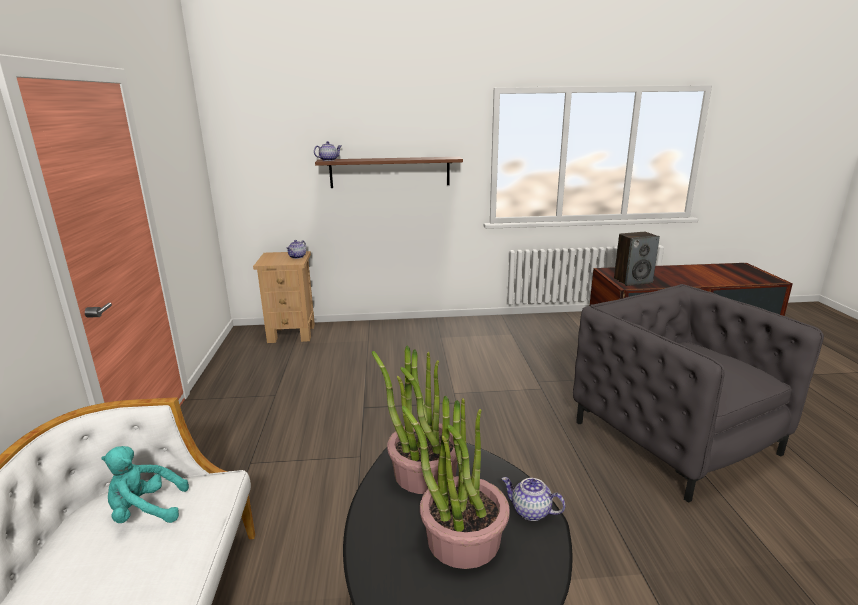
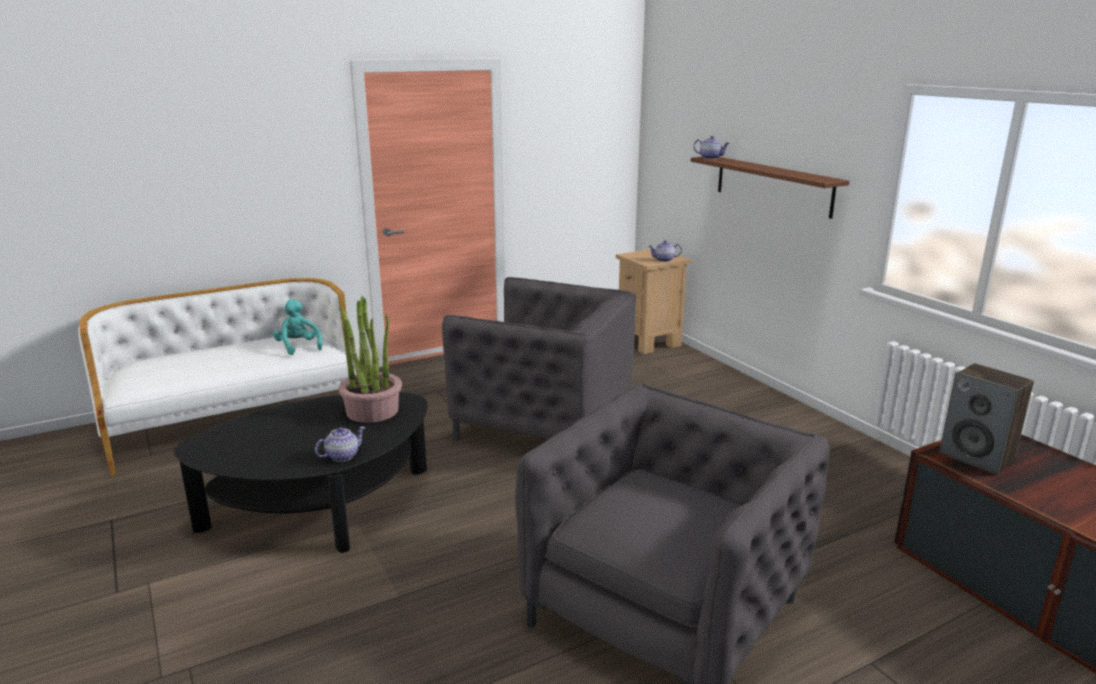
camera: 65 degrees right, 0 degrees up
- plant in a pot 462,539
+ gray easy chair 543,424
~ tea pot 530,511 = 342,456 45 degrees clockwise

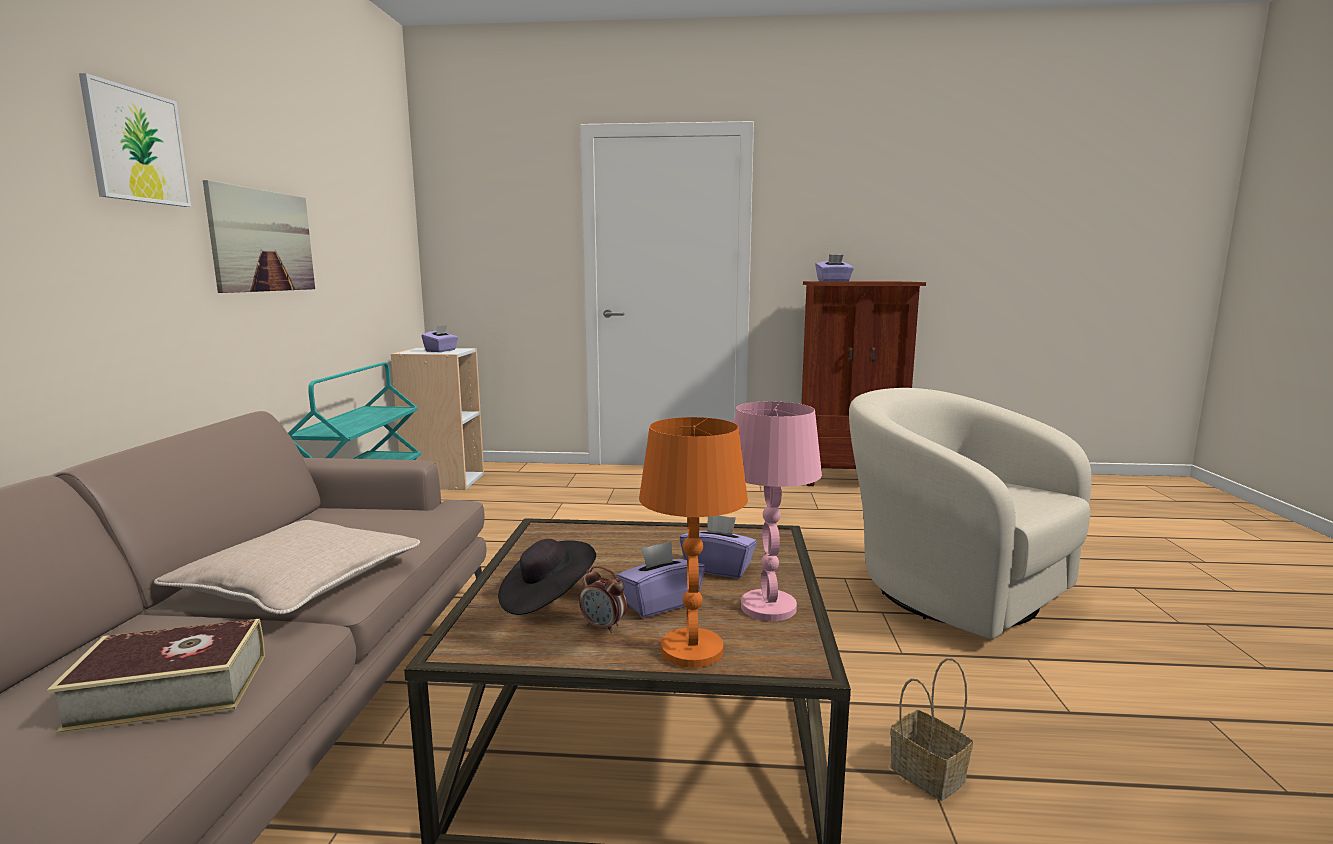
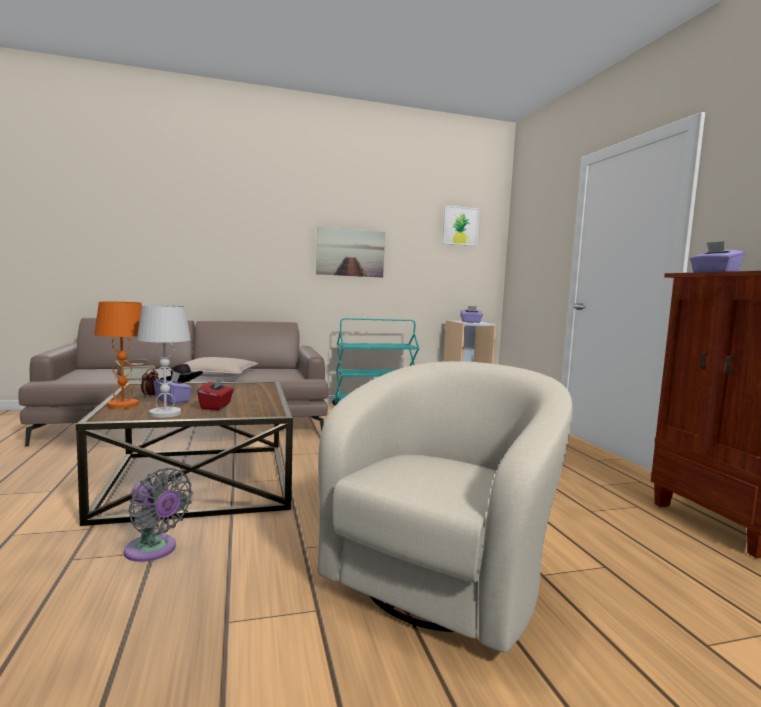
camera: 70 degrees right, 5 degrees down
~ picture 136,146 to 460,226
~ basket 924,773 to gray cooling fan 153,550
~ purple-coloured tissue holder 718,568 to red-coloured tissue holder 216,406
~ pink-coloured table lamp 767,607 to white-coloured table lamp 165,413

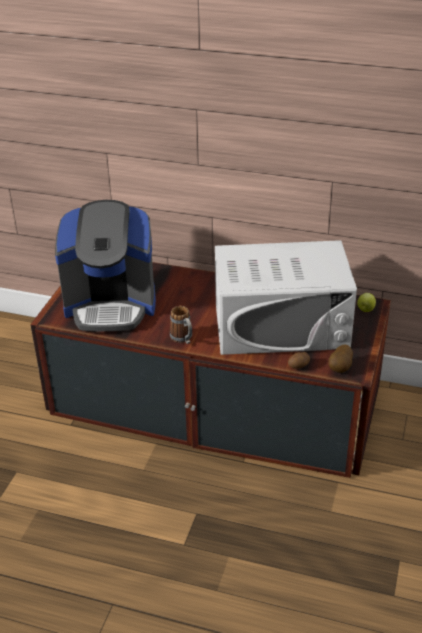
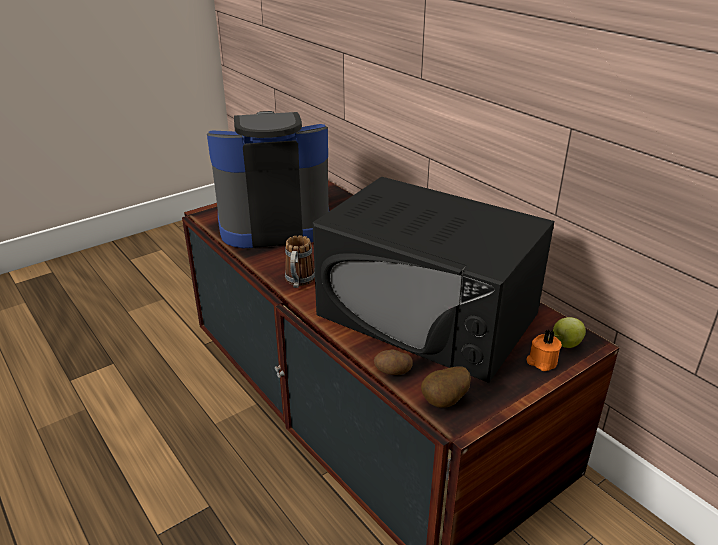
camera: 35 degrees right, 5 degrees down
+ orangey wax candle 541,362
~ white-coloured microwave 281,325 to black microwave 427,314
~ coffee brewer 111,305 = 274,223 135 degrees clockwise

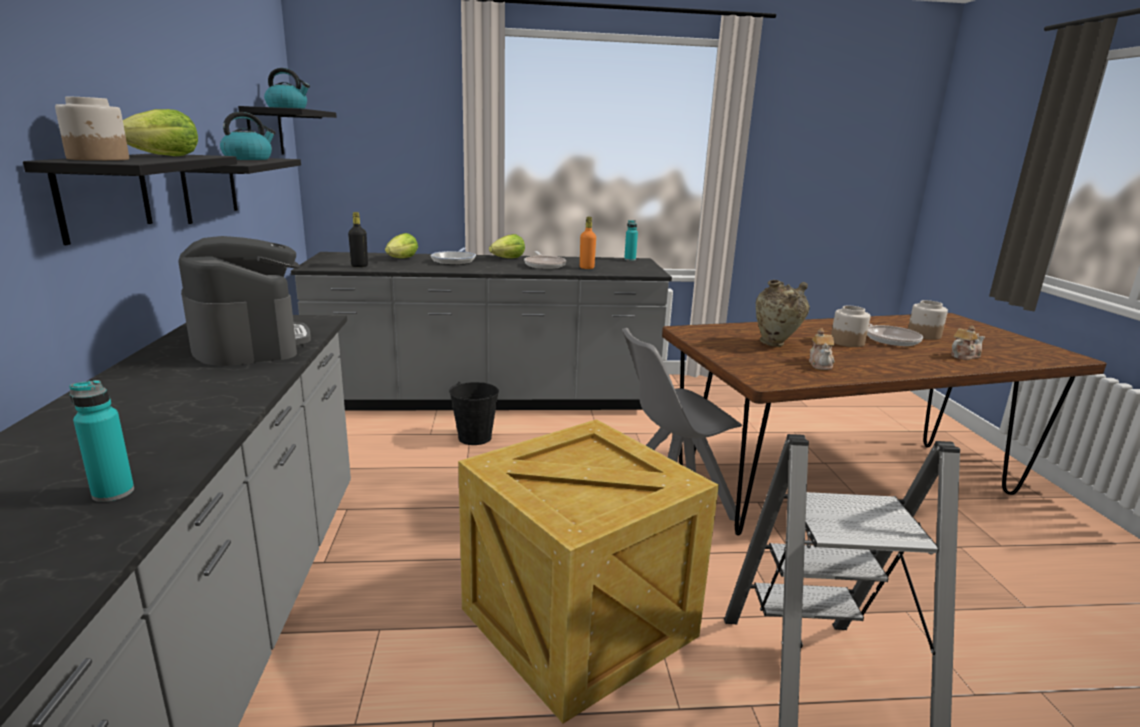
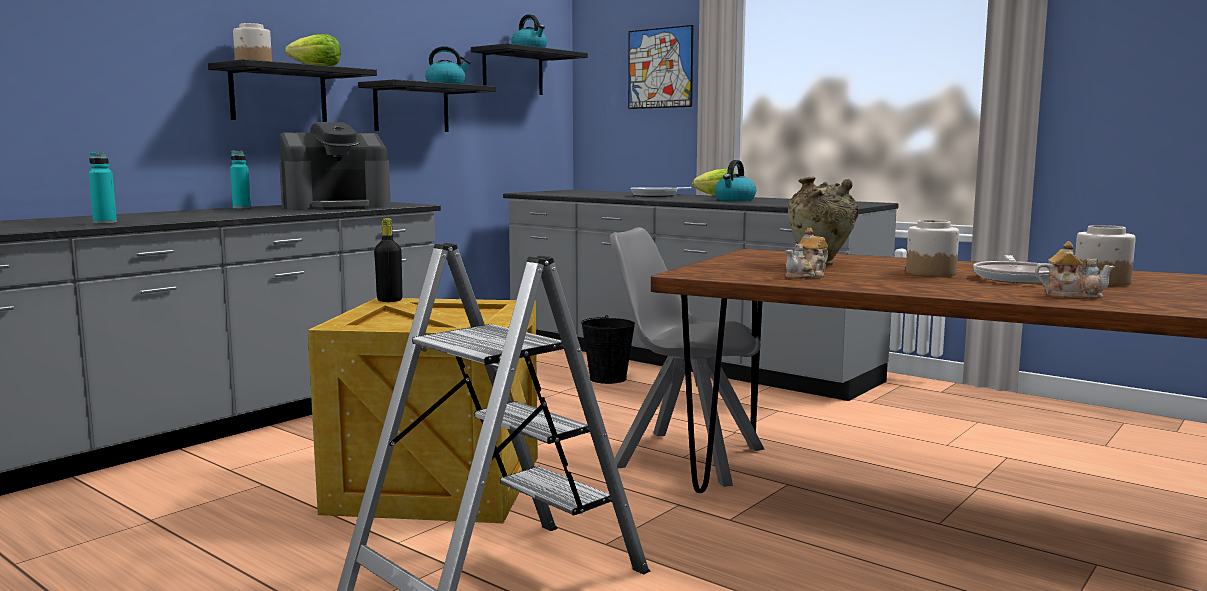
camera: 45 degrees right, 10 degrees down
- head of lettuce 402,258
- orangey drink bottle 586,268
+ picture 660,68
~ black drink bottle 359,266 to 389,300
~ turquoise drink bottle 630,259 to 242,208
~ skillet 544,265 to tea kettle 735,200
~ coffee brewer 250,343 = 336,206 45 degrees clockwise

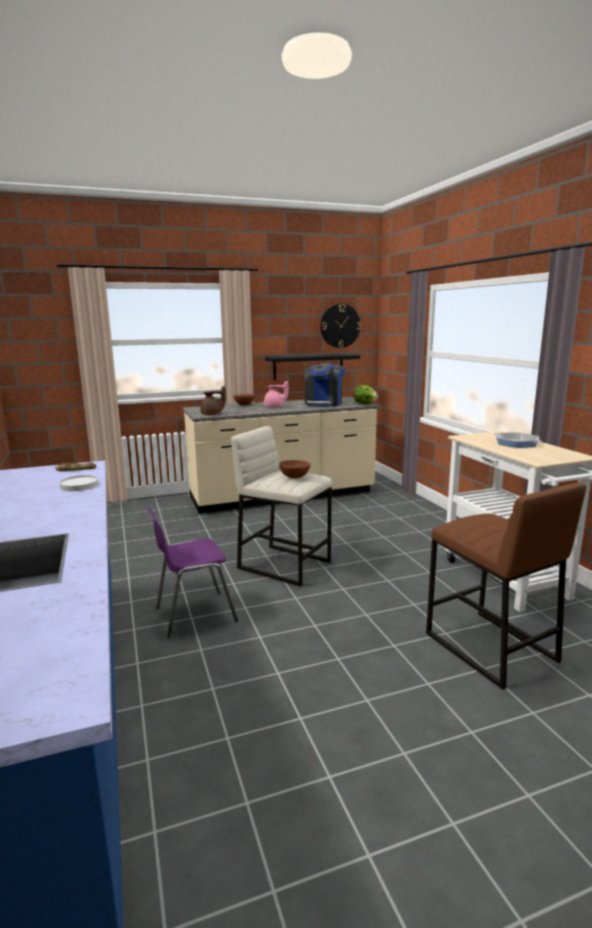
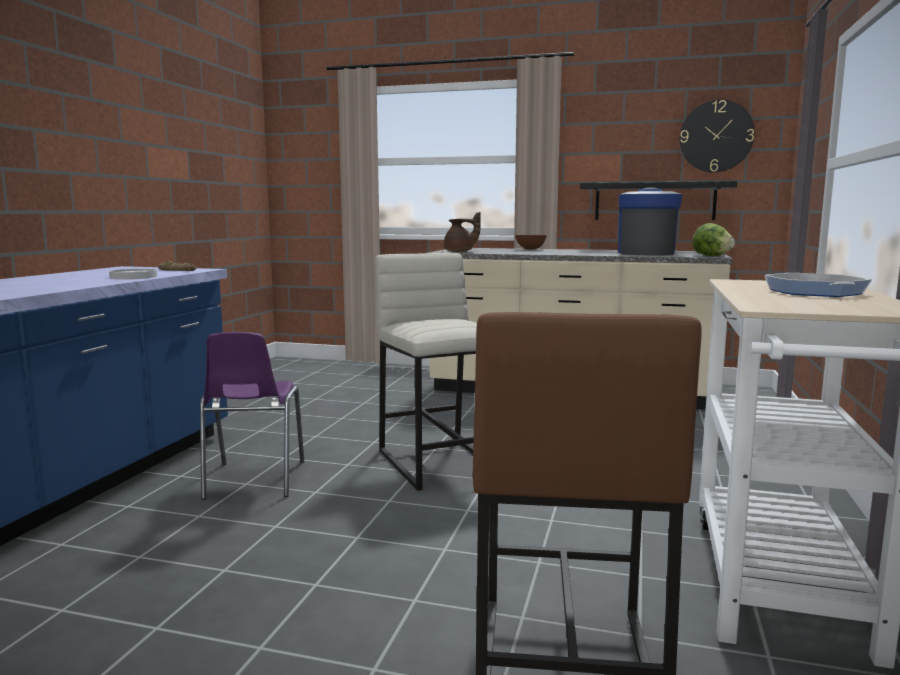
camera: 35 degrees right, 5 degrees down
- pink-coloured tea pot 275,407
- brown-coloured deep dish 294,477
~ purple-coloured plain chair 193,614 = 253,481 105 degrees counterclockwise
~ coffee brewer 324,404 = 646,253 135 degrees clockwise

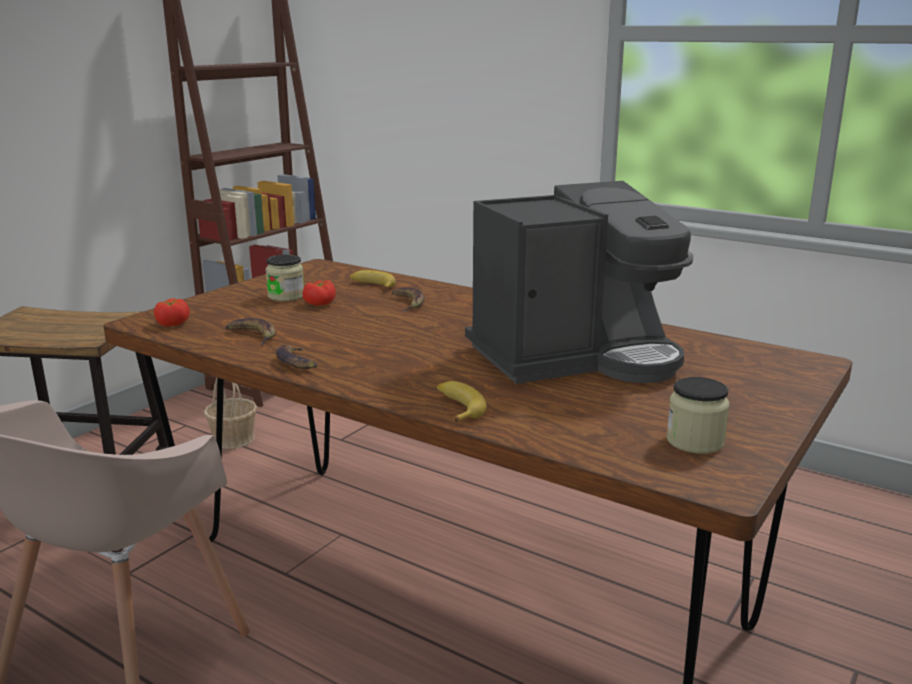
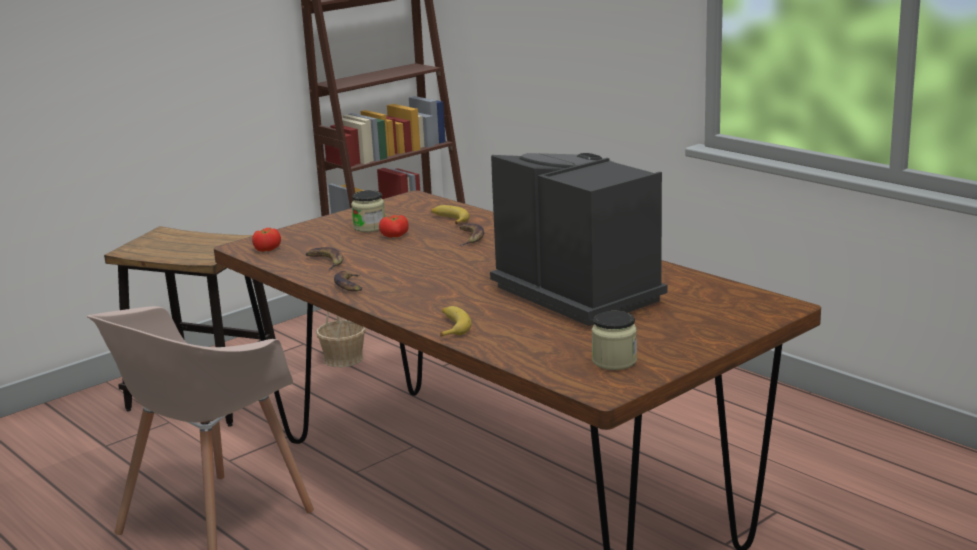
camera: 15 degrees right, 0 degrees up
~ coffee brewer 576,357 = 578,292 120 degrees counterclockwise

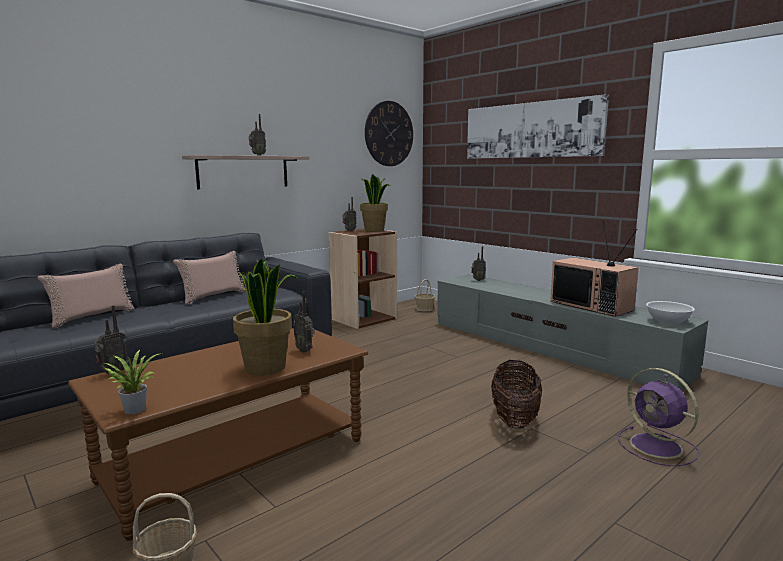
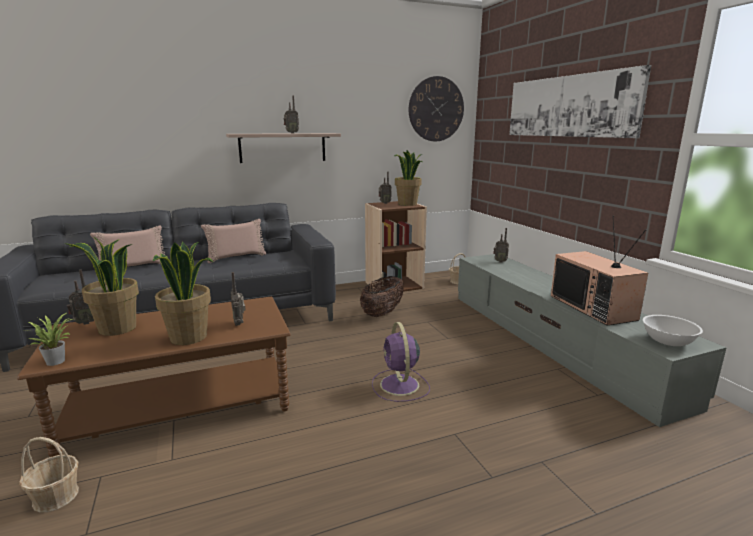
camera: 20 degrees right, 5 degrees up
+ plant in a pot 117,329
~ basket 514,419 to 382,313
~ purple-coloured cooling fan 658,447 to 400,386

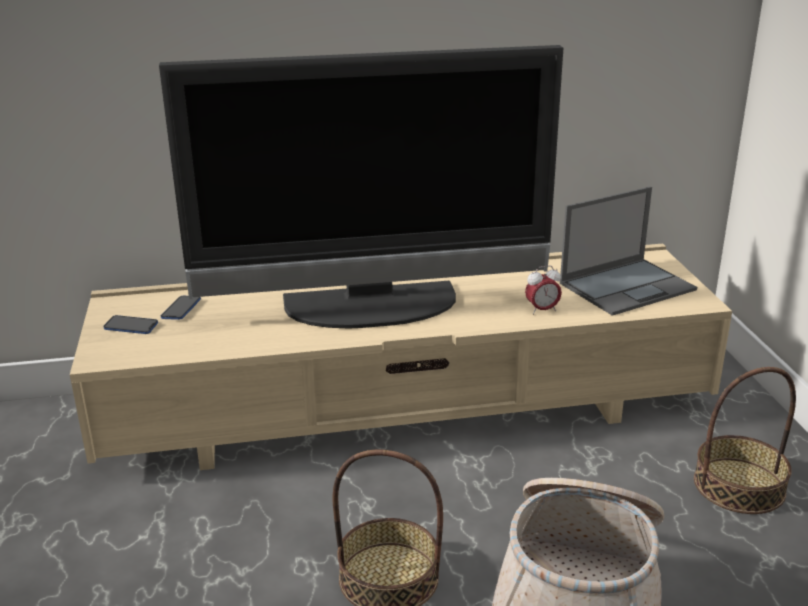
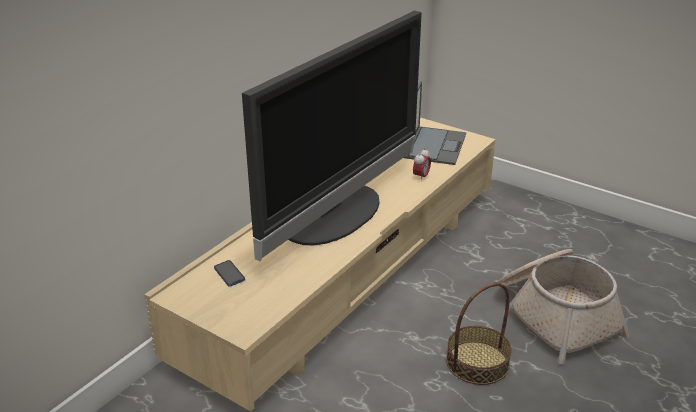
camera: 45 degrees left, 5 degrees up
- phone 131,326
- basket 739,485

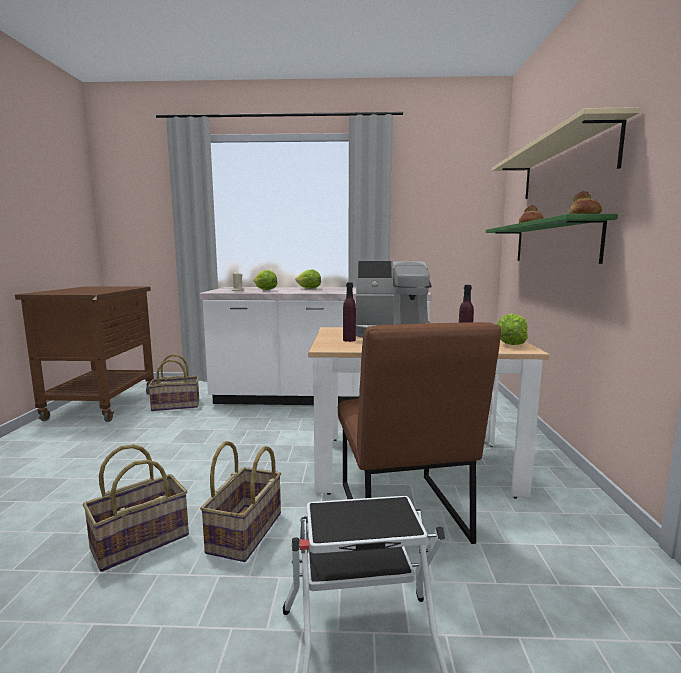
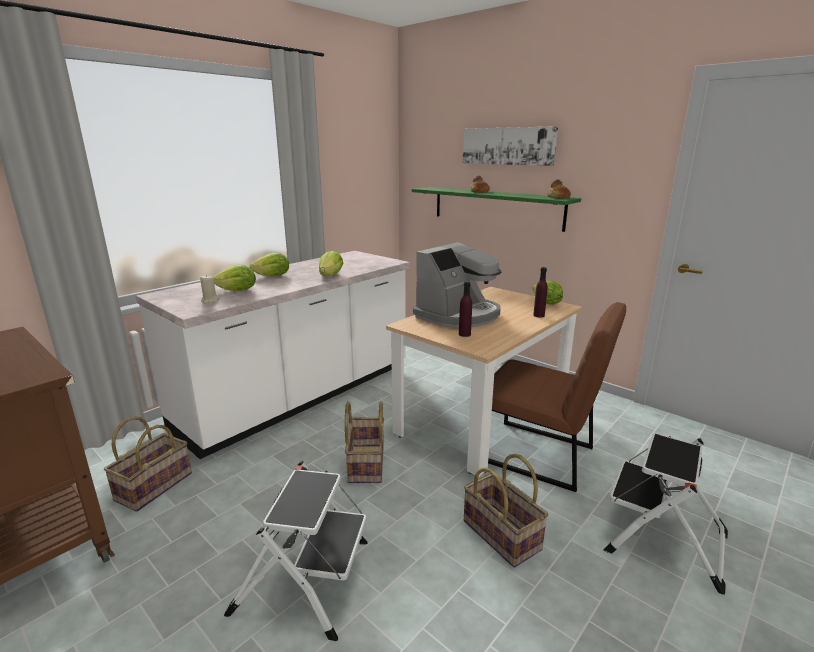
camera: 50 degrees left, 10 degrees up
+ step ladder 303,579
+ head of lettuce 331,275
~ basket 140,541 to 365,463
~ beige-coloured wall shelf 565,166 to picture 508,146

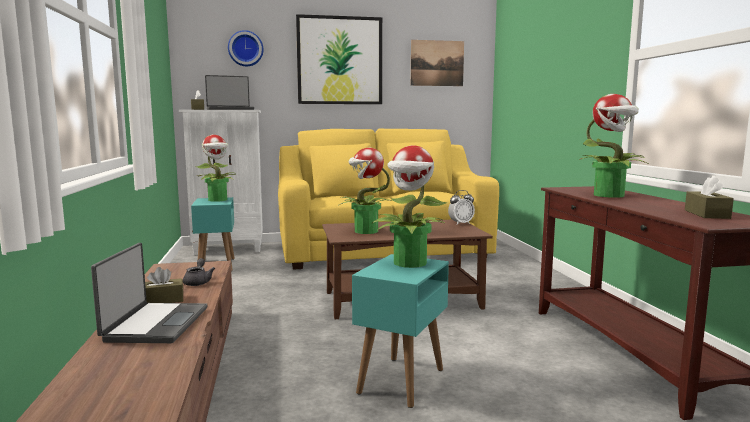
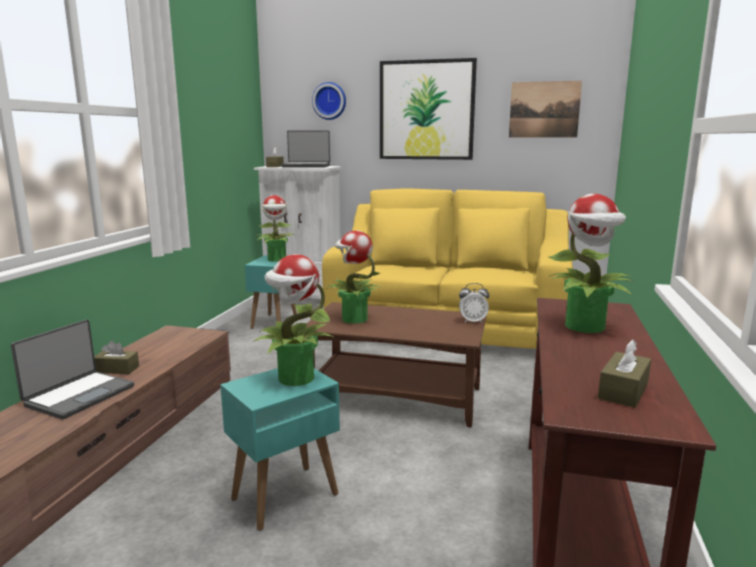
camera: 25 degrees right, 5 degrees up
- gray tea pot 198,282

